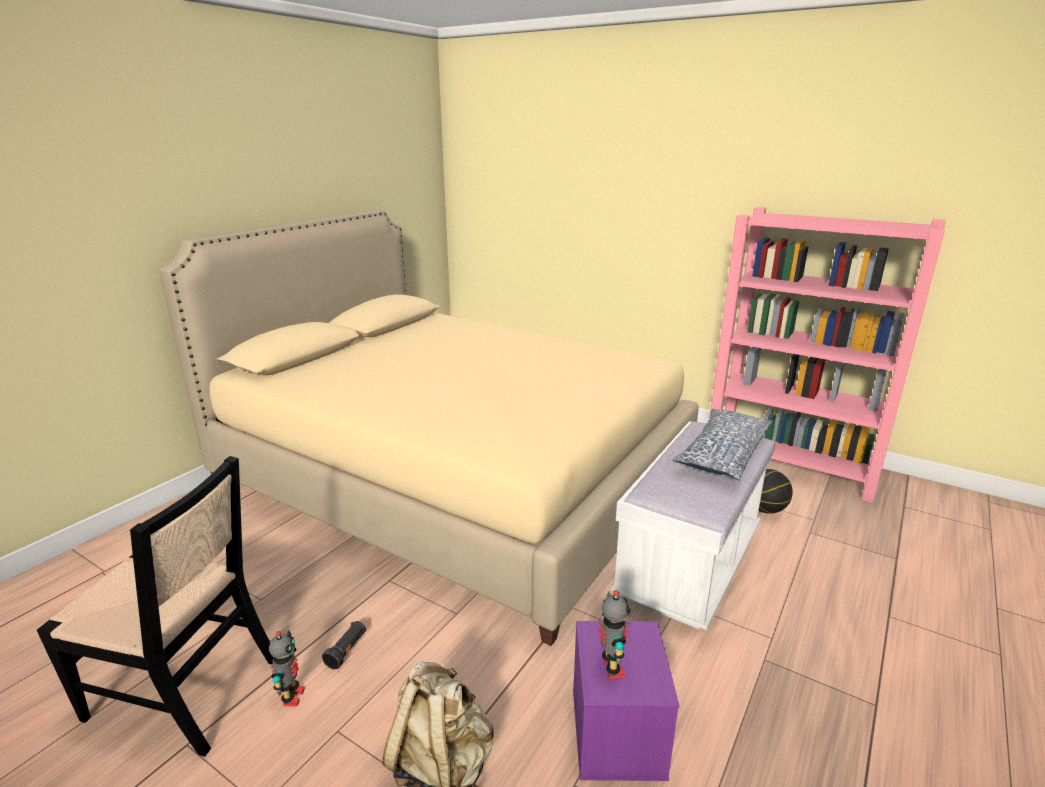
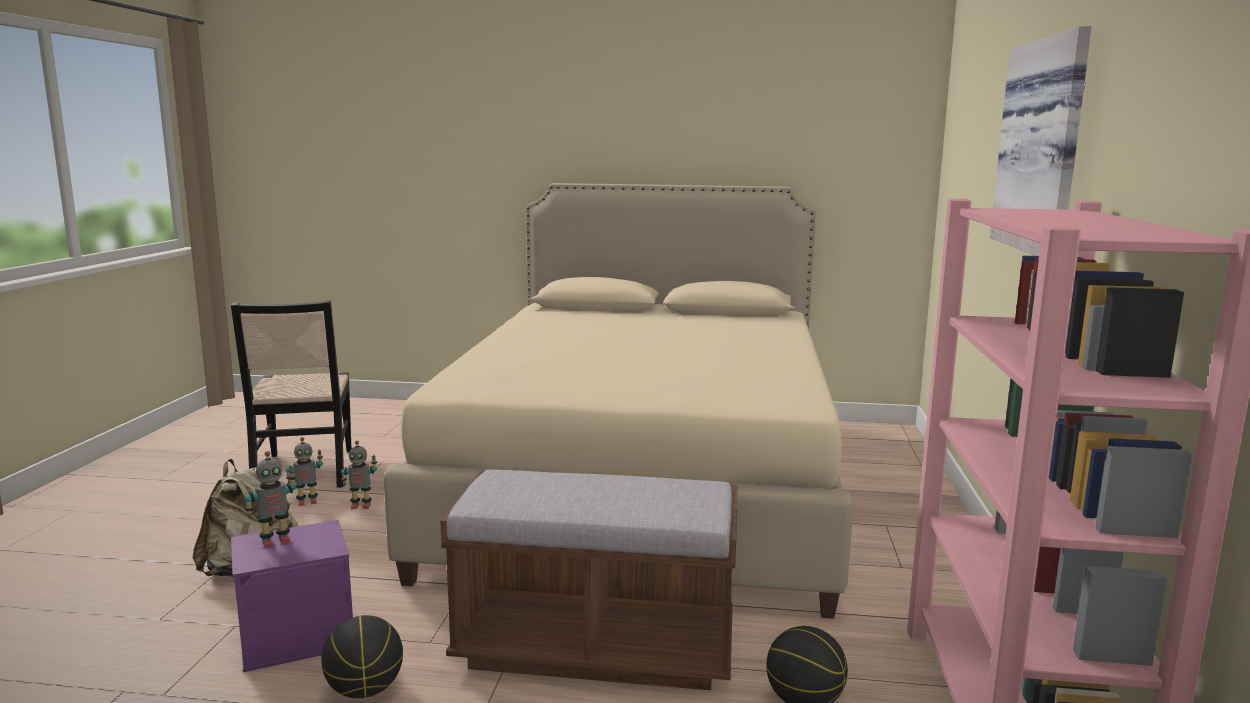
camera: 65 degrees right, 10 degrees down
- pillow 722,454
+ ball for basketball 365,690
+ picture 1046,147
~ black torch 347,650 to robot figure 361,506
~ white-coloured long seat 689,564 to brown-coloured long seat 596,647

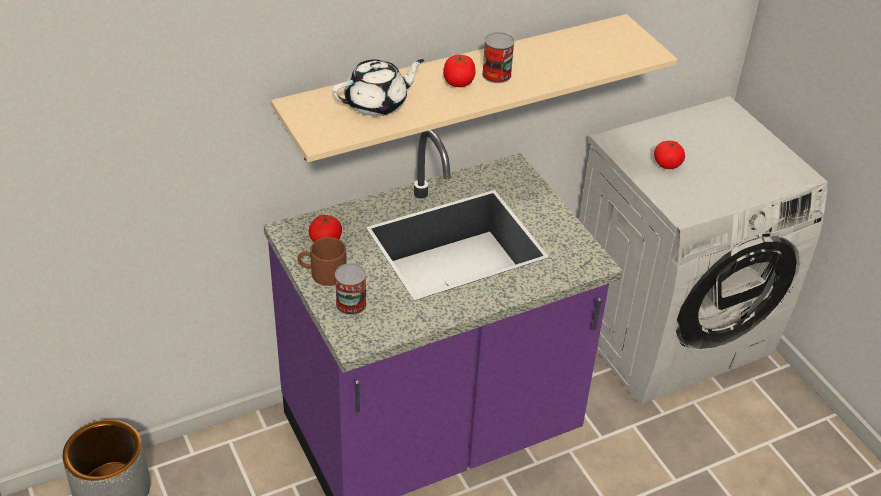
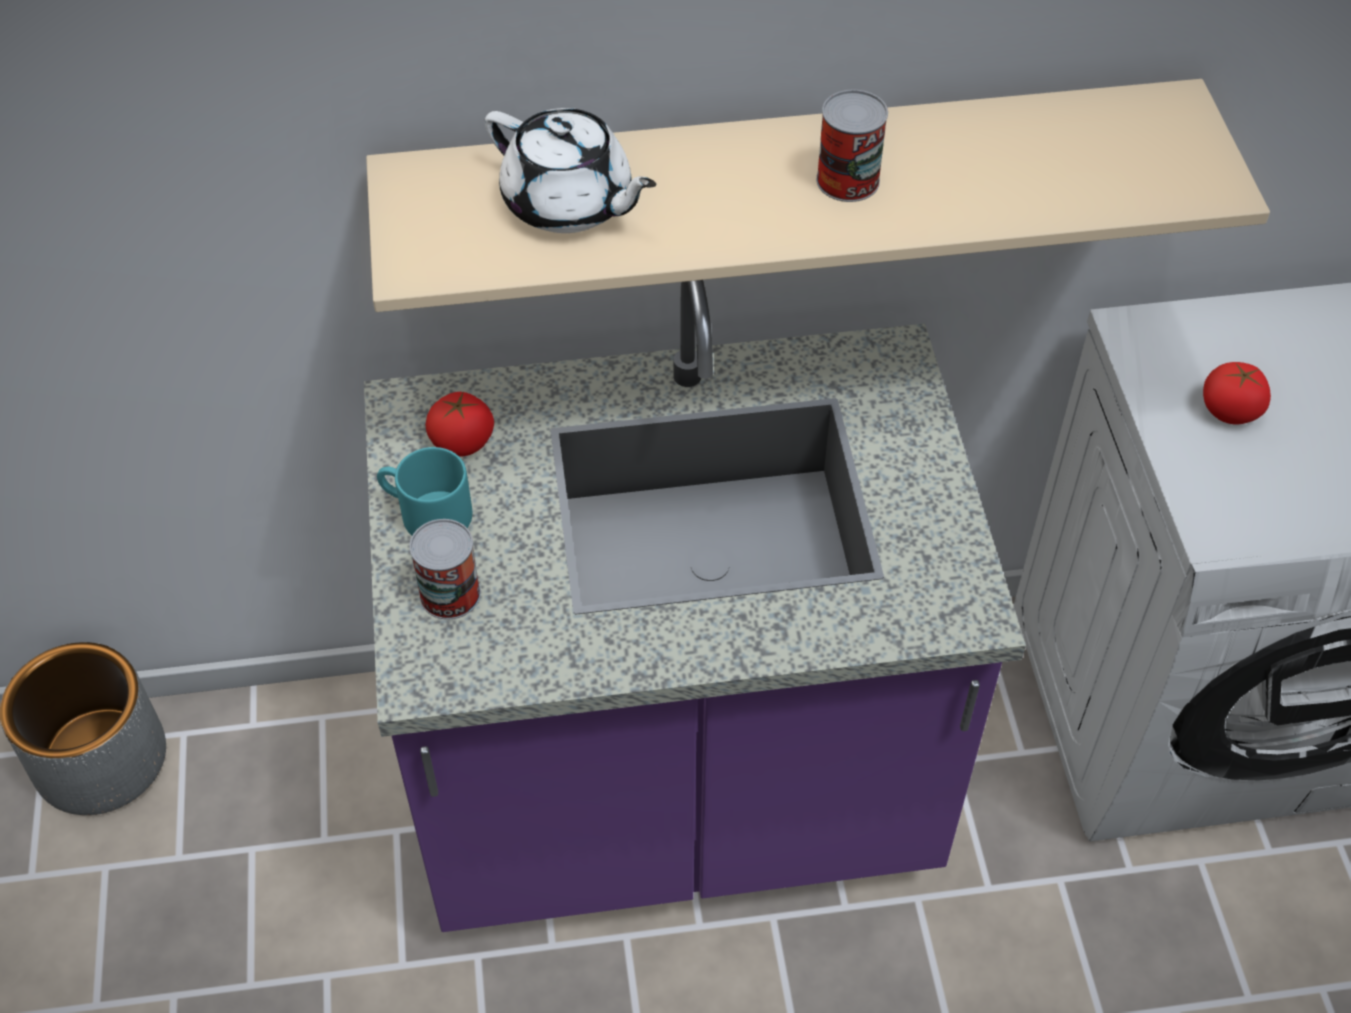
camera: 20 degrees right, 10 degrees up
- whole tomato 458,82
~ brown-coloured tea mug 322,274 to turquoise tea mug 425,513
~ white-coloured tea pot 377,103 = 569,204 45 degrees clockwise

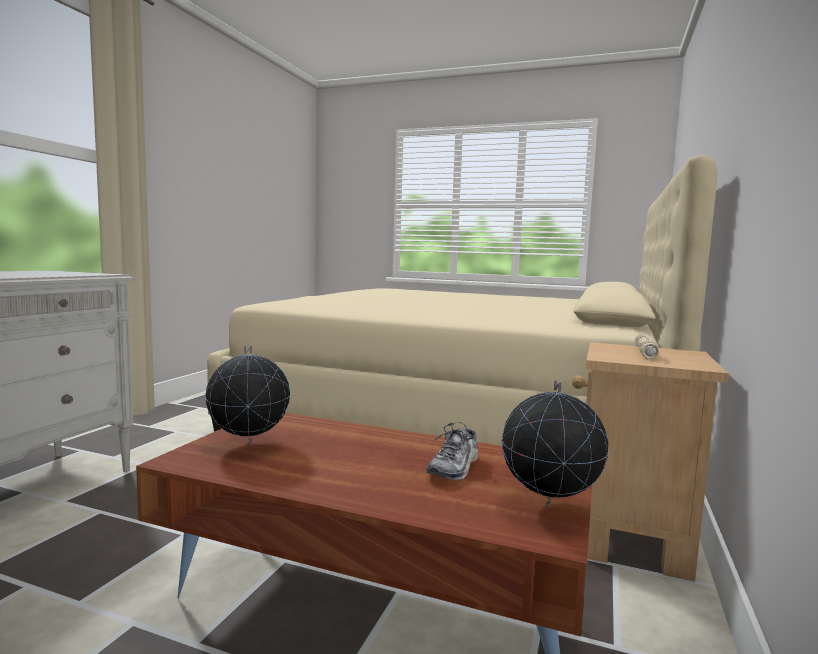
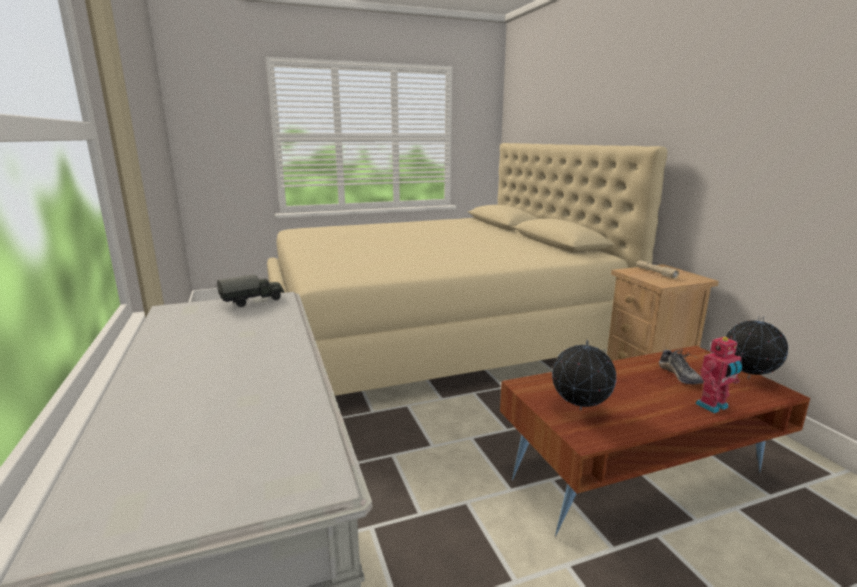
camera: 40 degrees left, 10 degrees up
+ toy truck 253,301
+ robot figure 713,406

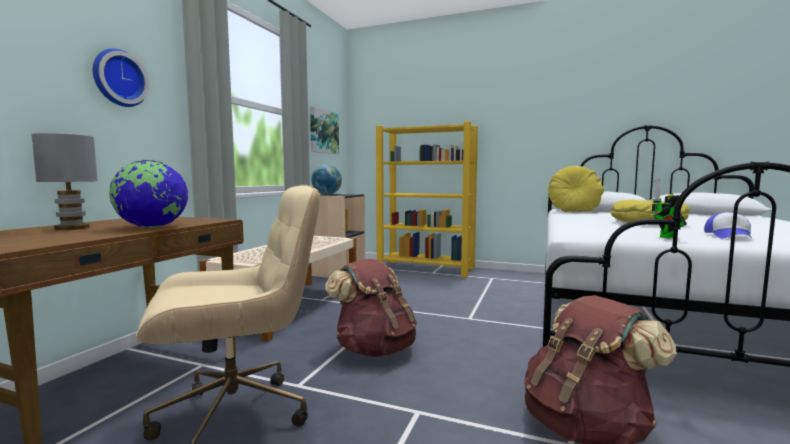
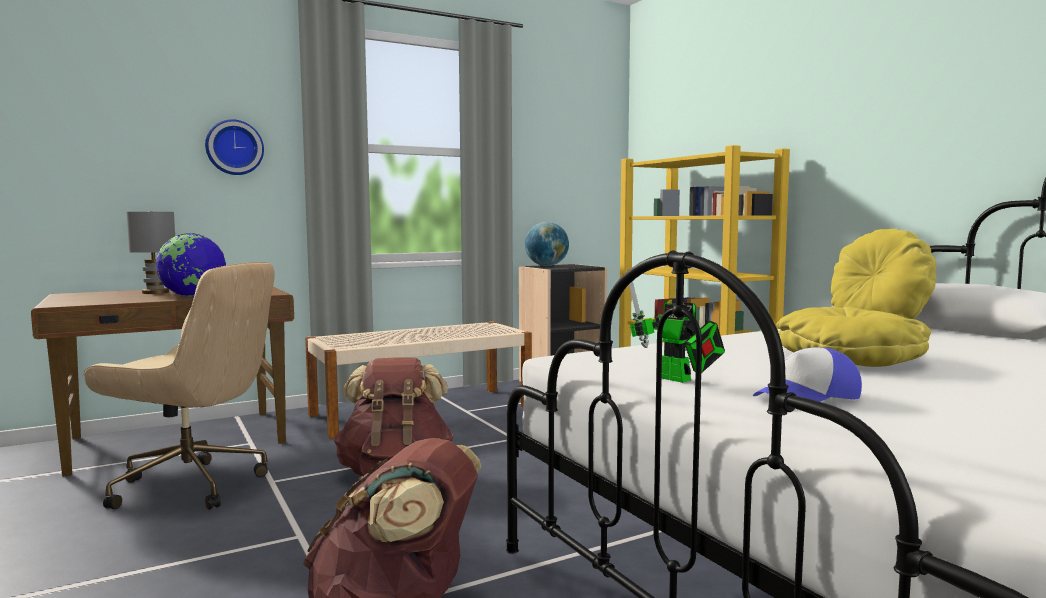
camera: 40 degrees right, 0 degrees up
- picture 323,132
~ robot figure 666,237 = 678,379 135 degrees counterclockwise

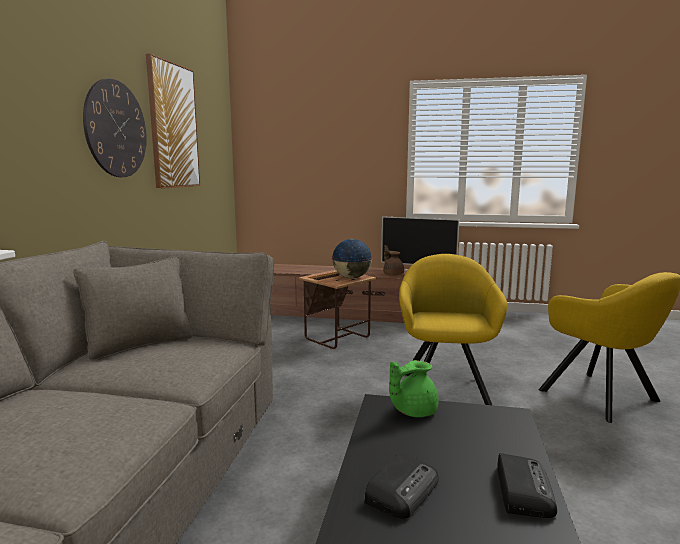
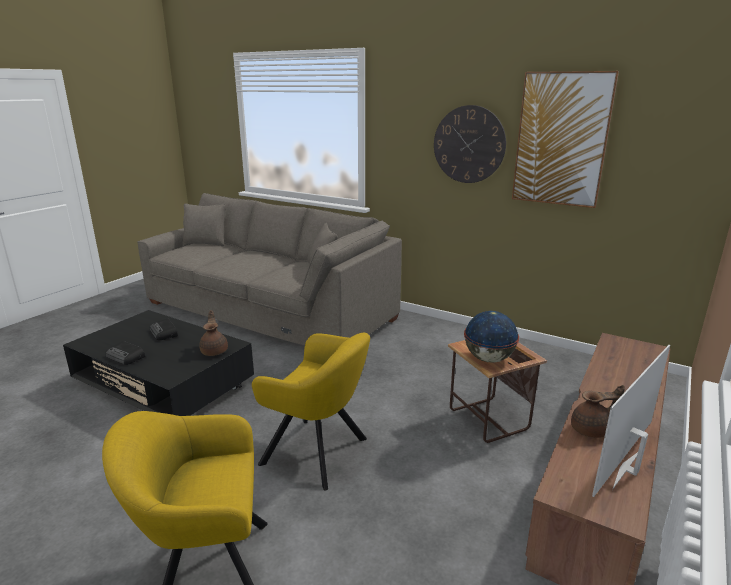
camera: 110 degrees right, 10 degrees up
~ greenish tea pot 412,411 to brown-coloured tea pot 215,351

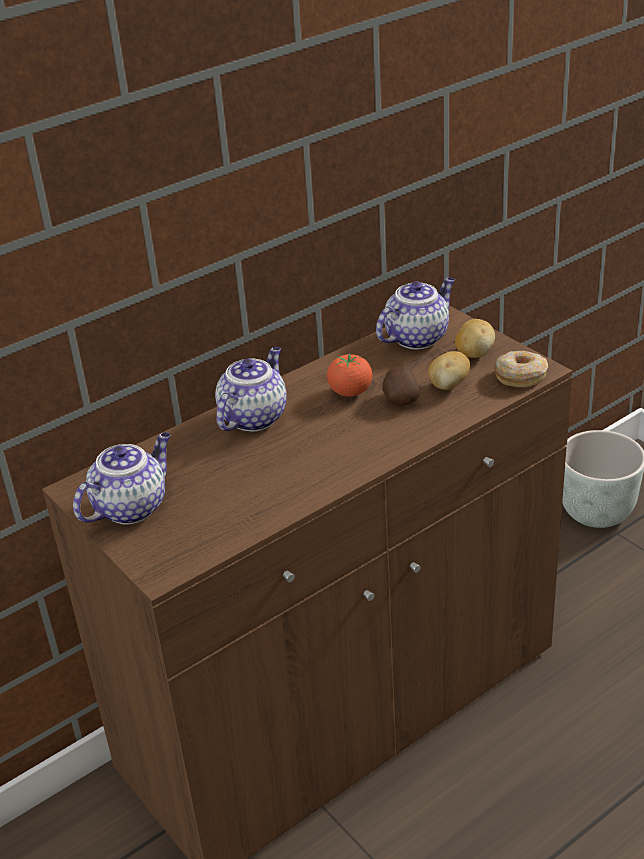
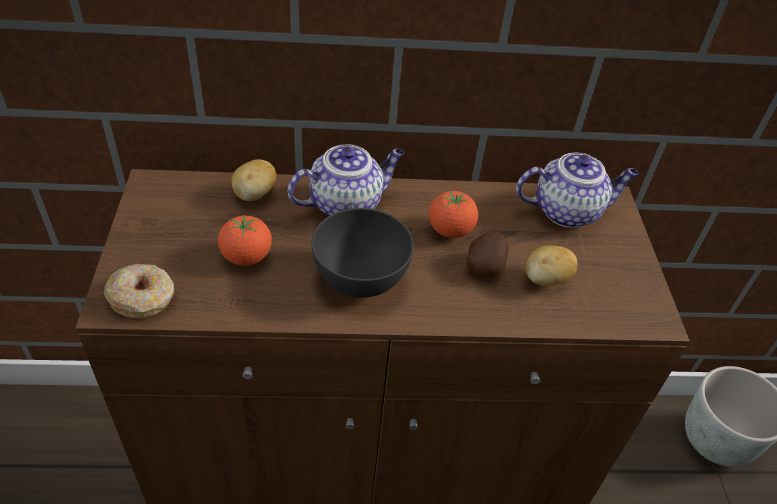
camera: 30 degrees right, 10 degrees up
- tea pot 131,506
+ whole tomato 246,257
+ gray deep dish 359,279
~ whole potato 474,353 to 255,195
~ ring doughnut 520,376 to 143,298

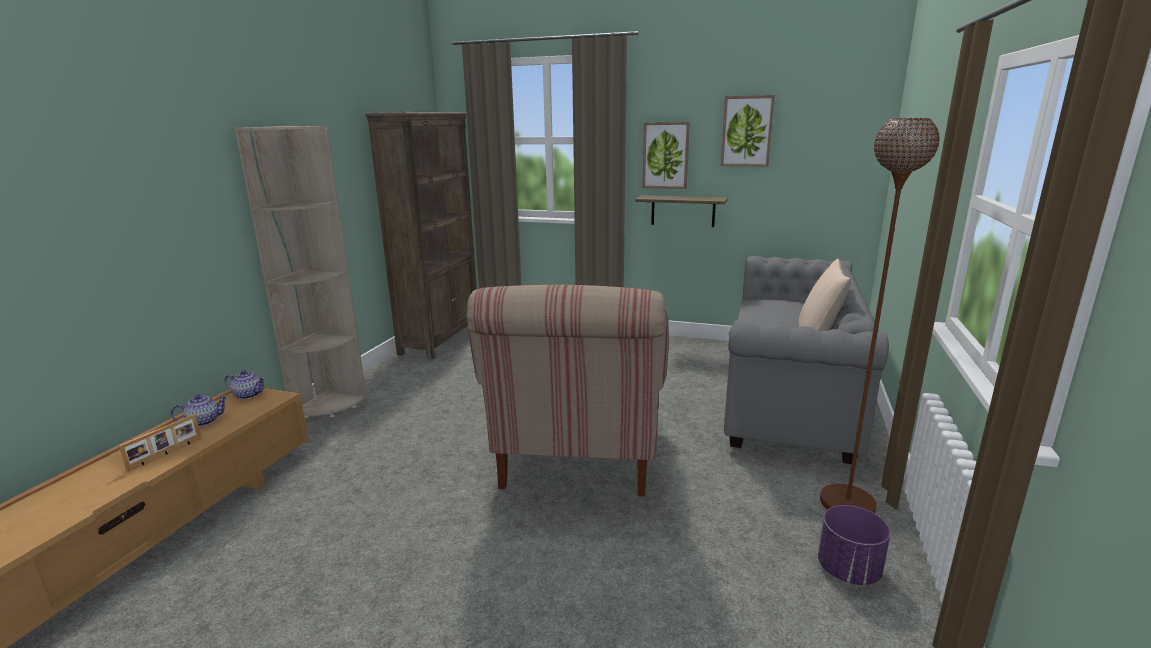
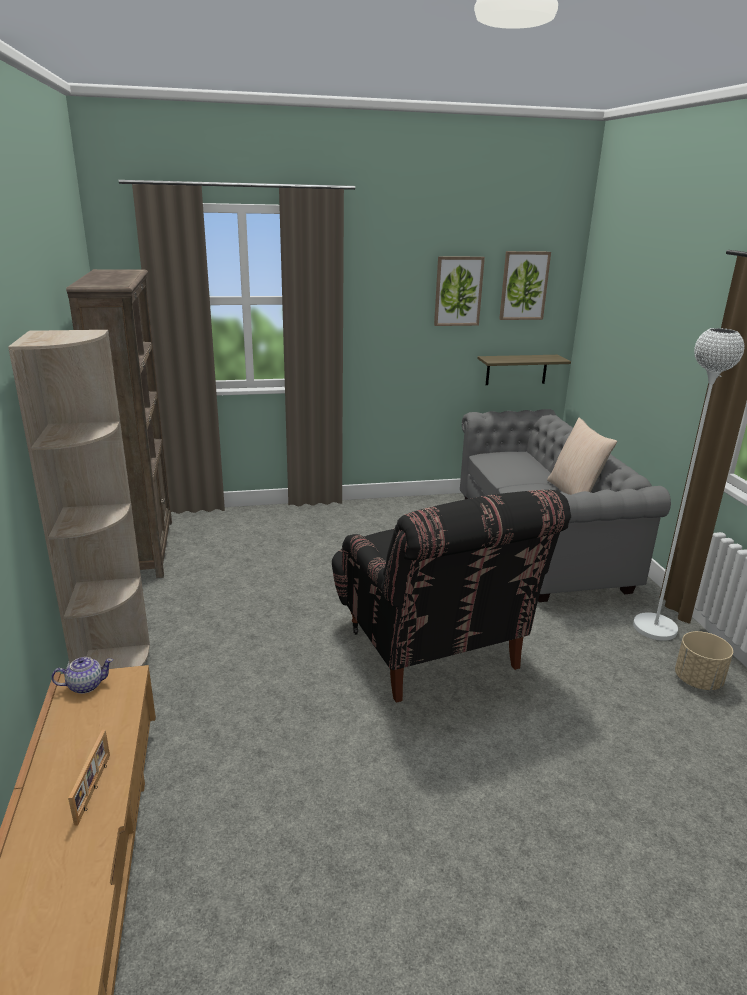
camera: 30 degrees left, 5 degrees up
- tea pot 203,421
~ wall shelf 683,211 to 516,369
~ picture 665,155 to 524,285
~ beige-coloured easy chair 577,458 to black easy chair 432,649
~ purple-coloured flower pot 847,570 to beige-coloured flower pot 697,680
~ brown-coloured standing lamp 847,504 to white-coloured standing lamp 655,628

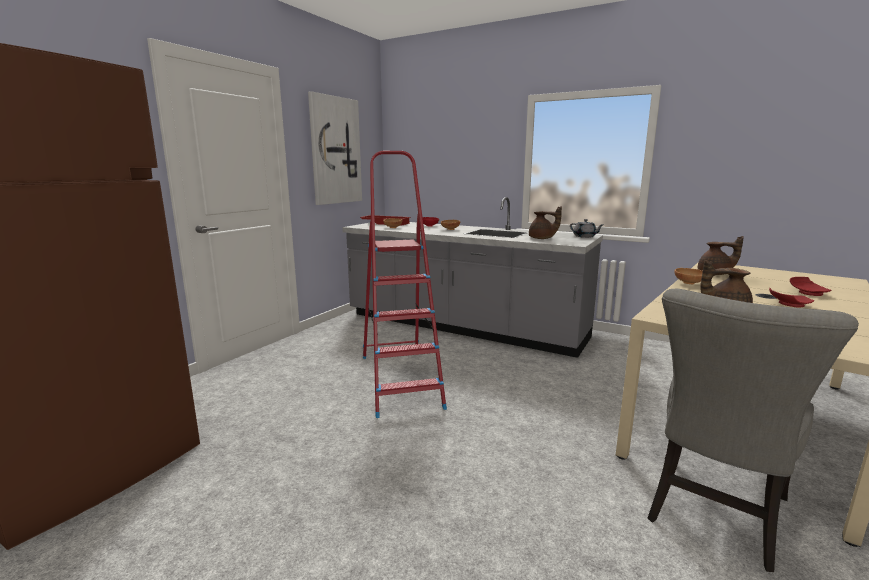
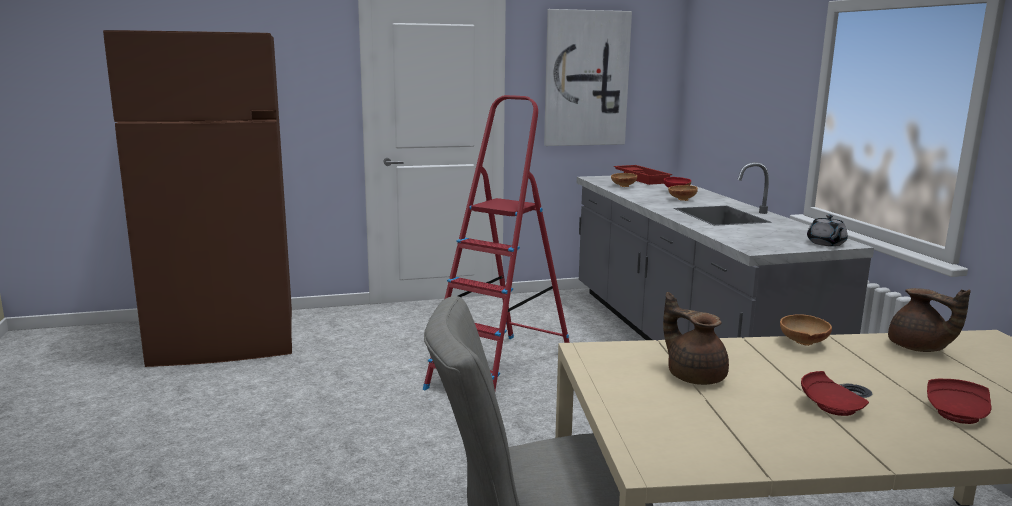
camera: 45 degrees right, 0 degrees up
- brown-coloured tea pot 542,238

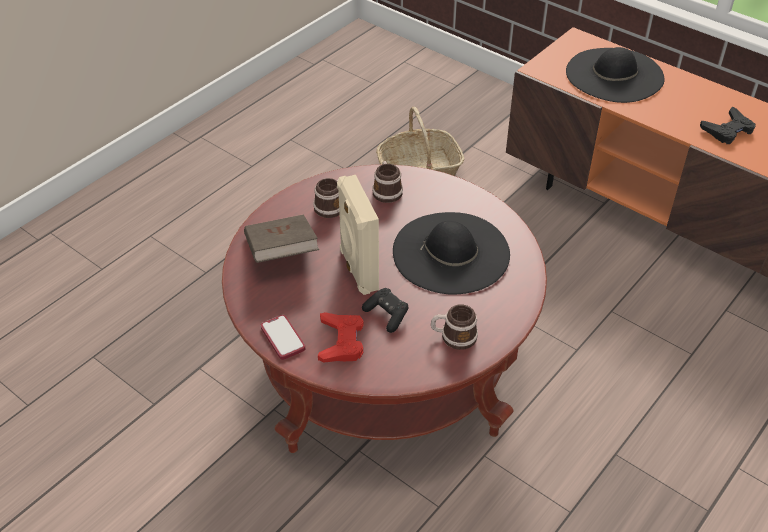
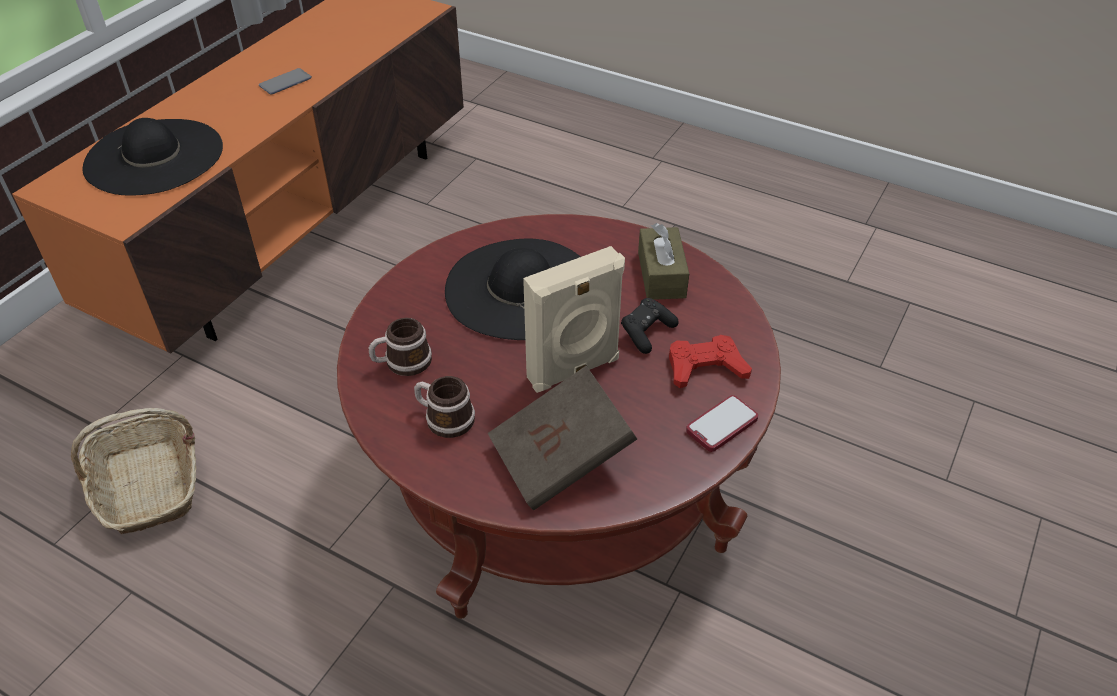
camera: 100 degrees left, 0 degrees up
~ tea mug 453,336 to brown-coloured tissue holder 661,275
~ black game controller 727,130 to phone 285,82

